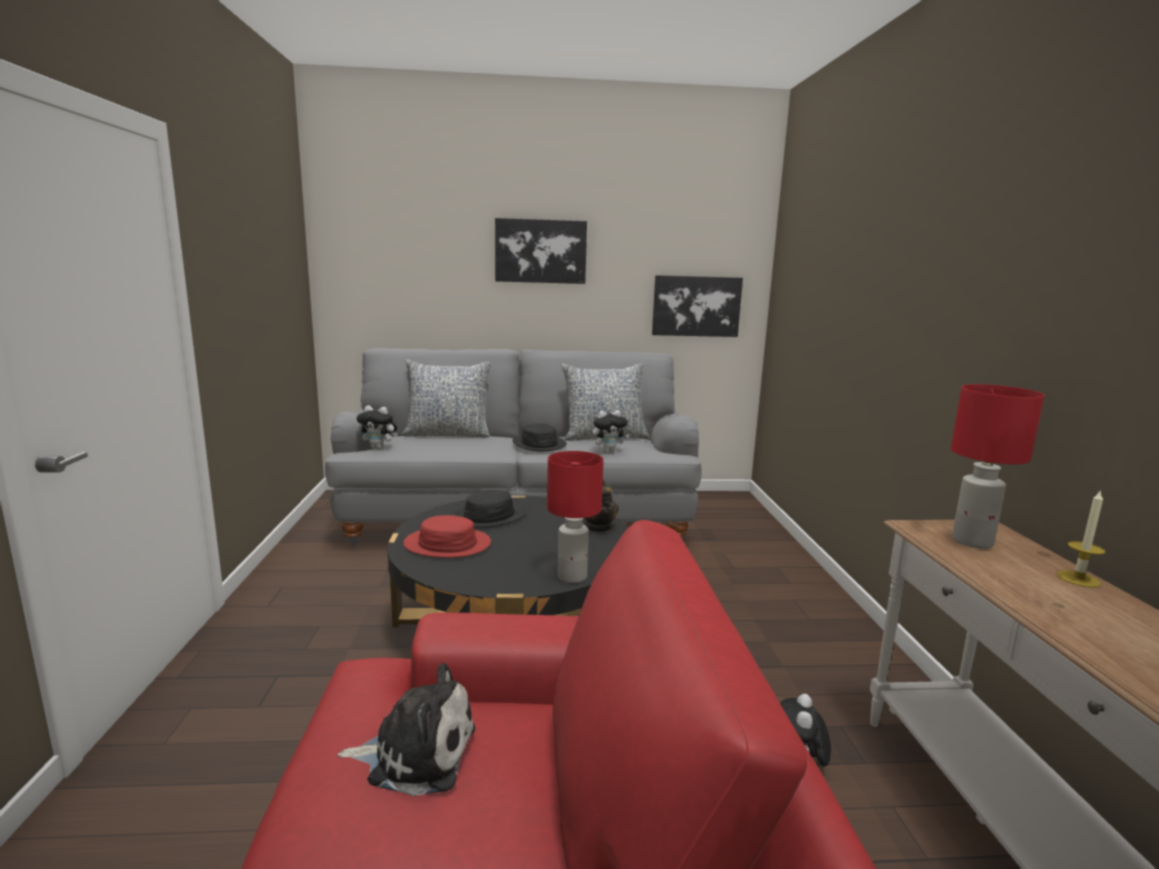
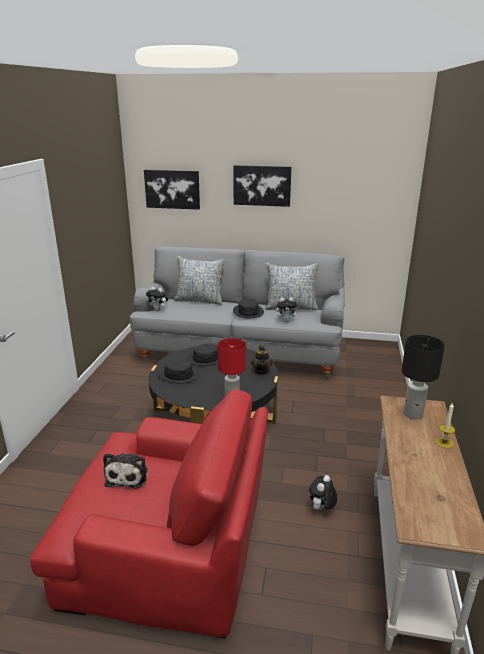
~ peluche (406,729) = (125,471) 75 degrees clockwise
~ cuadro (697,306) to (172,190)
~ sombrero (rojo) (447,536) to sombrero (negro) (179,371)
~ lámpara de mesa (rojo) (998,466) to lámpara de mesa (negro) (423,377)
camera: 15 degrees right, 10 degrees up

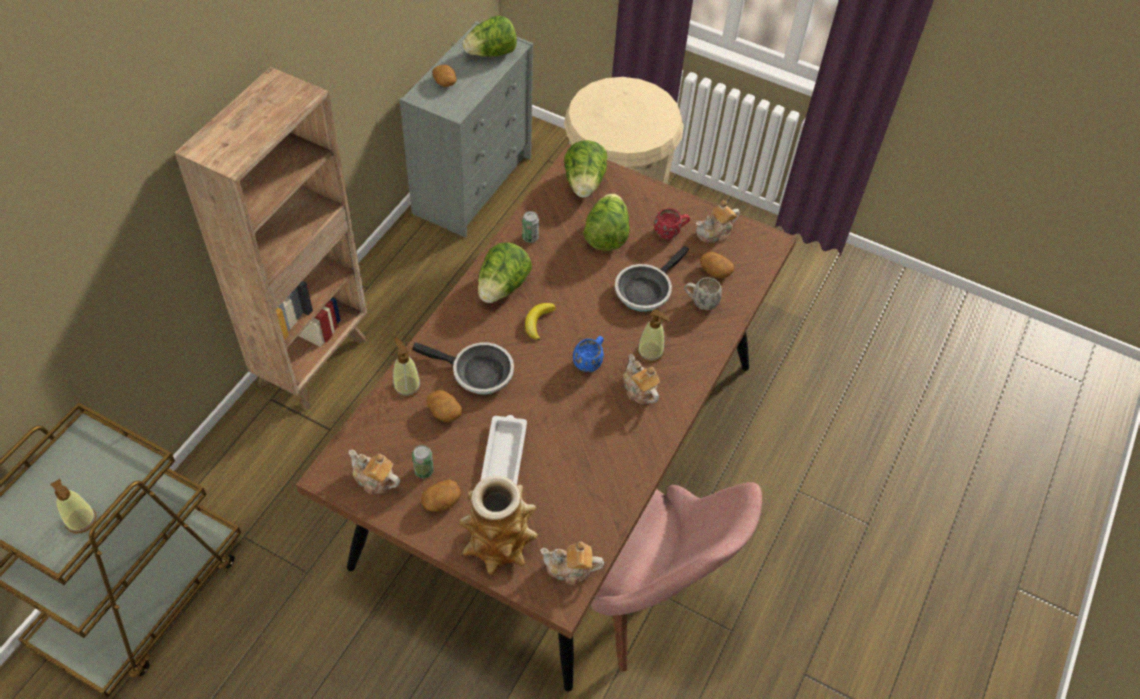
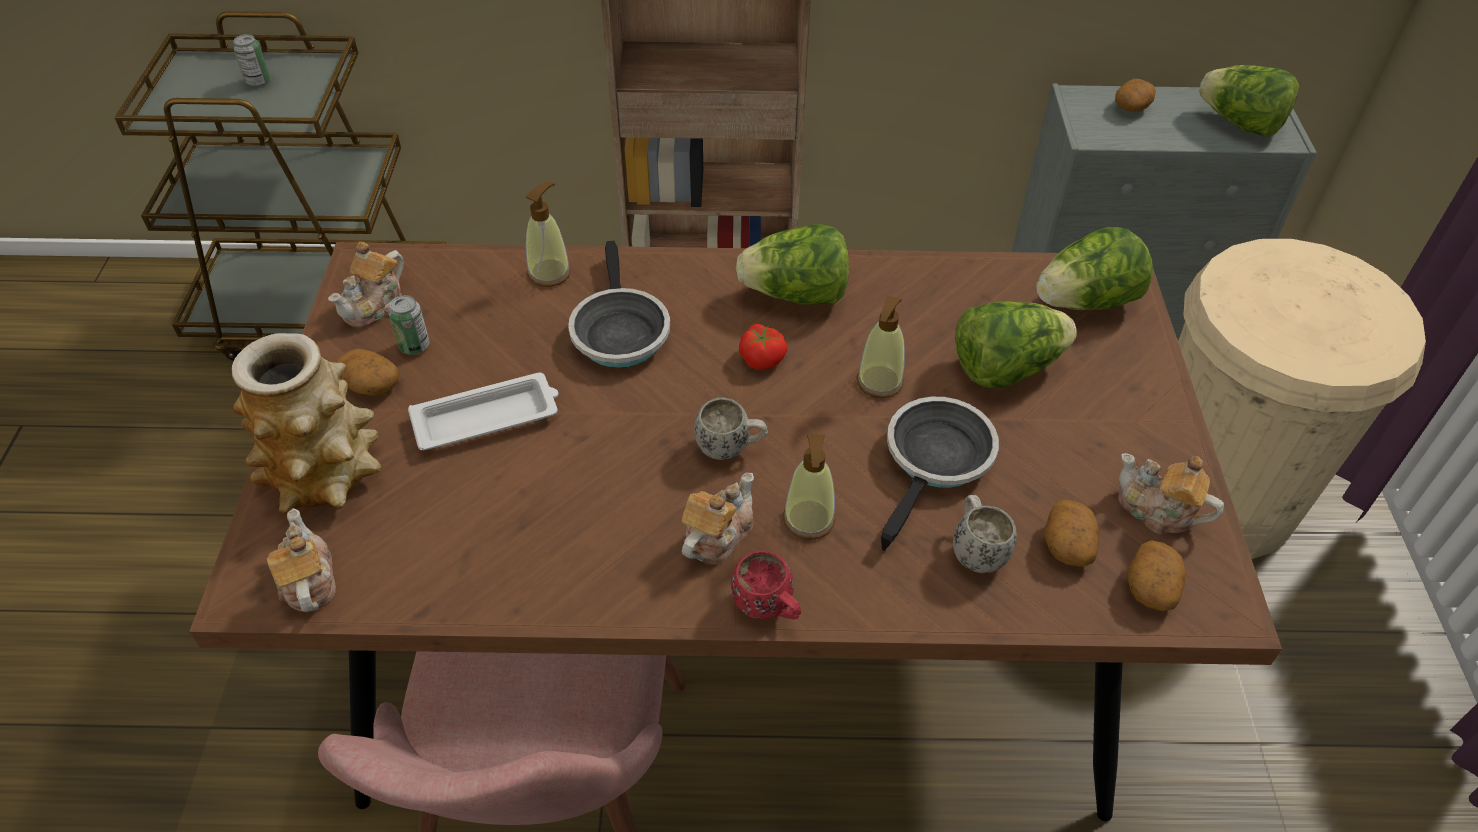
~ lata (530,227) to (251,60)
~ tetera (374,472) = (366,284) 150 degrees counterclockwise
~ taza grande (azul) (588,354) to taza grande (blanco) (731,429)
~ taza grande (rojo) (672,223) to (766,585)
~ plátano (540,322) to tomate (763,347)
~ dispensador de jabón (73,506) to (880,347)
~ sartén (652,279) = (940,474) 105 degrees clockwise
~ patata (445,406) to (1156,576)
camera: 65 degrees right, 5 degrees down

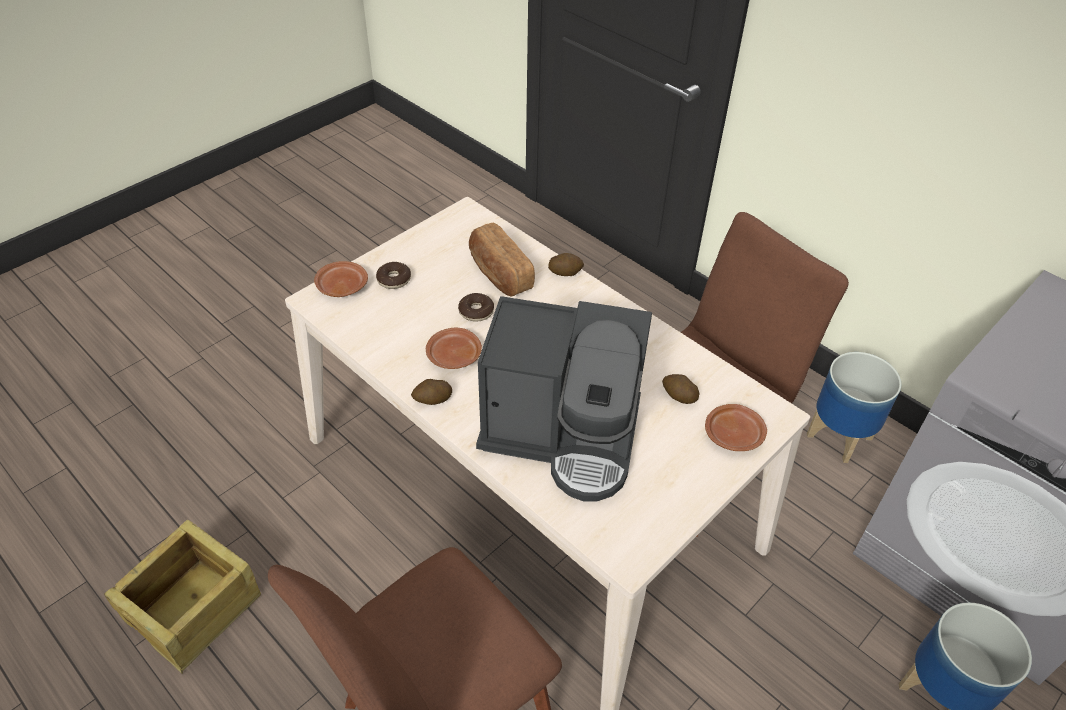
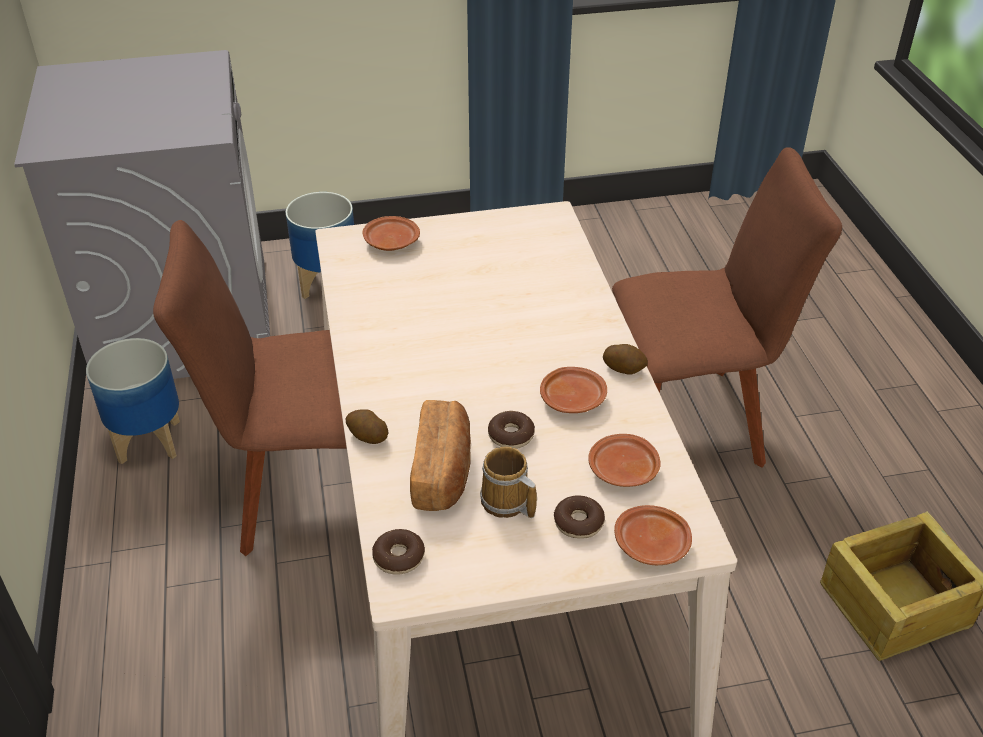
+ rosquilla (398,552)
+ taza grande (508,482)
+ plato (marrón) (625,460)
- cafetera (564,399)
- patata (681,389)
camera: 145 degrees left, 5 degrees down

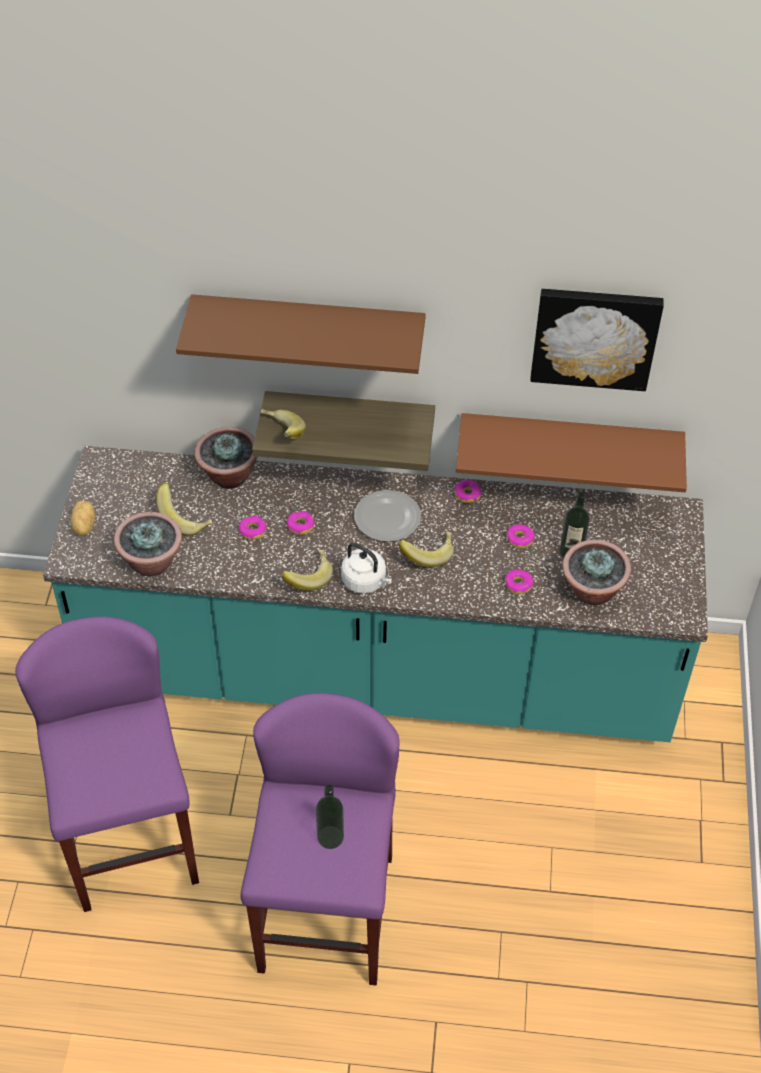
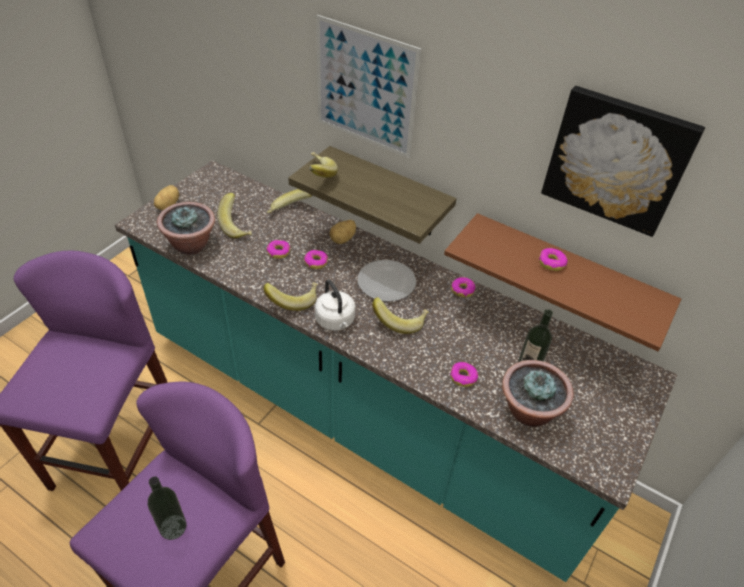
~ planta en maceta (226,458) to plátano (290,201)
~ estante (marrón) (301,334) to cuadro (368,86)
+ patata (343,232)
~ rosquilla (521,536) to (553,259)
camera: 25 degrees right, 5 degrees down

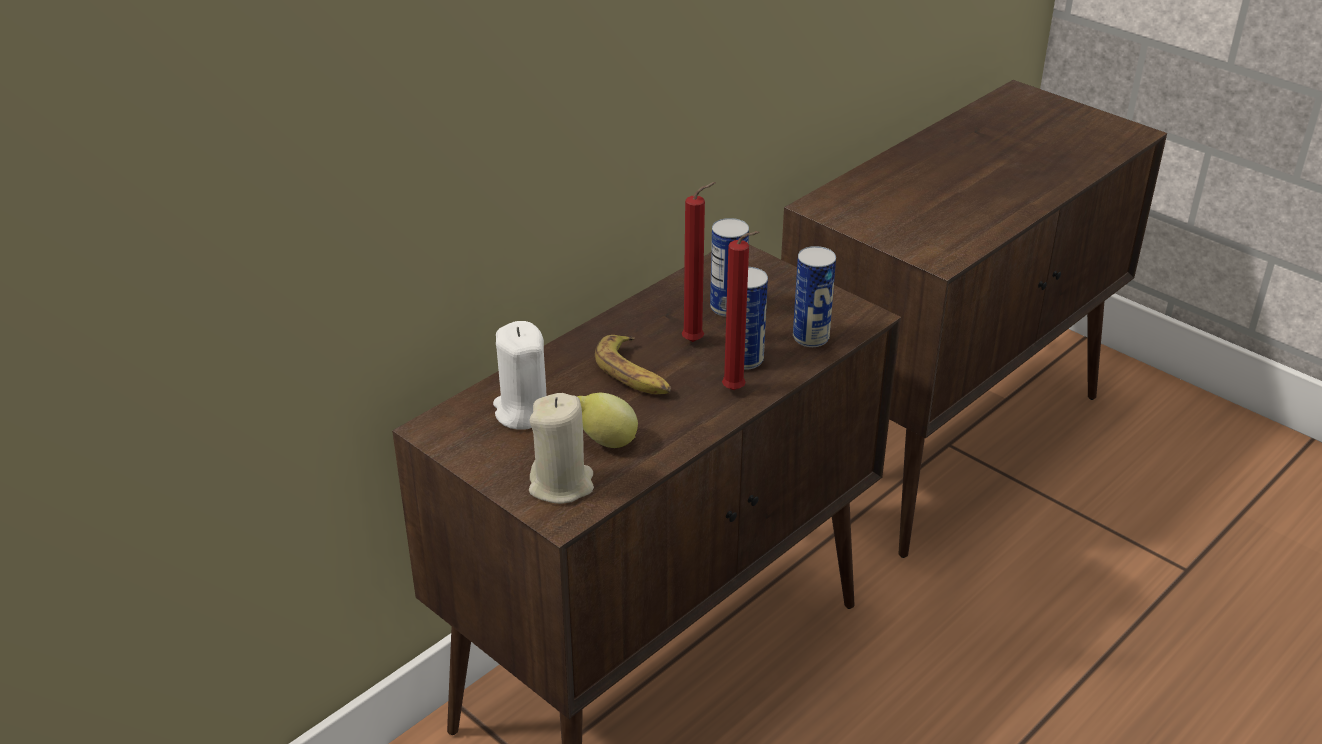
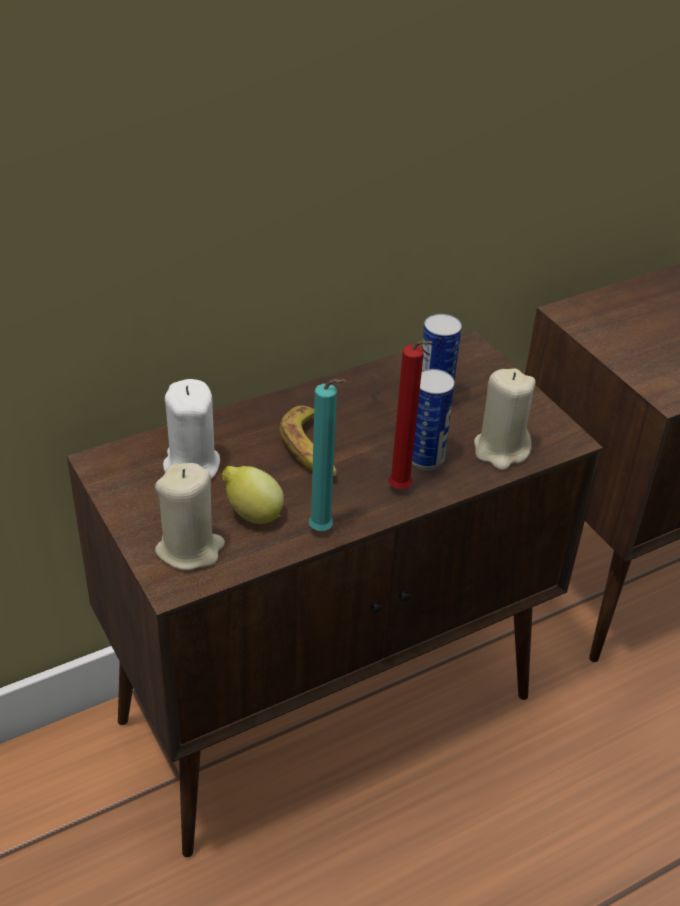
+ vela (turquesa) (327,455)
~ lata (814,296) to vela (beis) (505,419)
- vela (rojo) (699,262)
camera: 15 degrees right, 5 degrees up

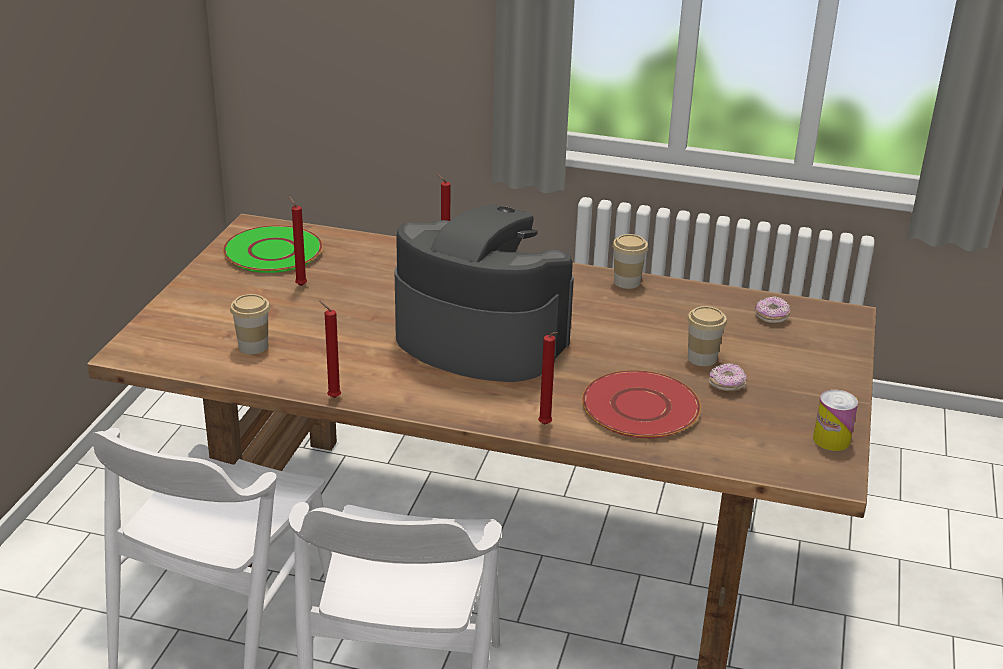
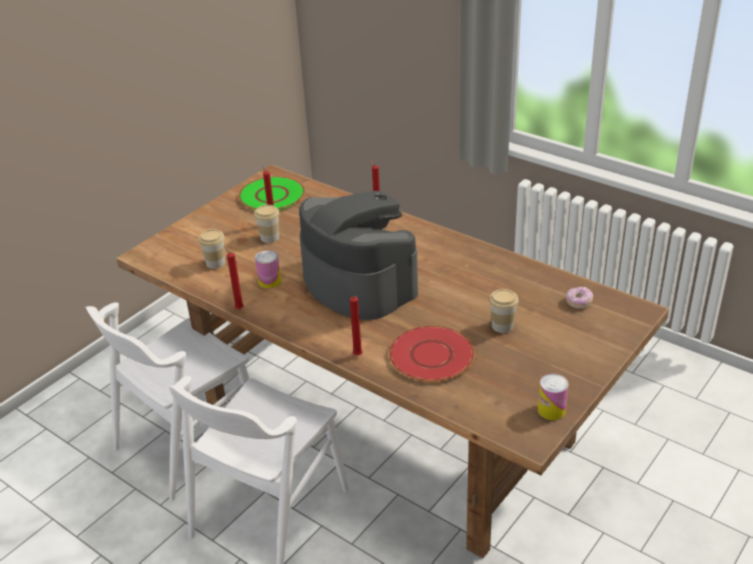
~ taza (630,261) to (266,224)
+ lata (268,269)
- rosquilla (728,377)
camera: 25 degrees right, 5 degrees up

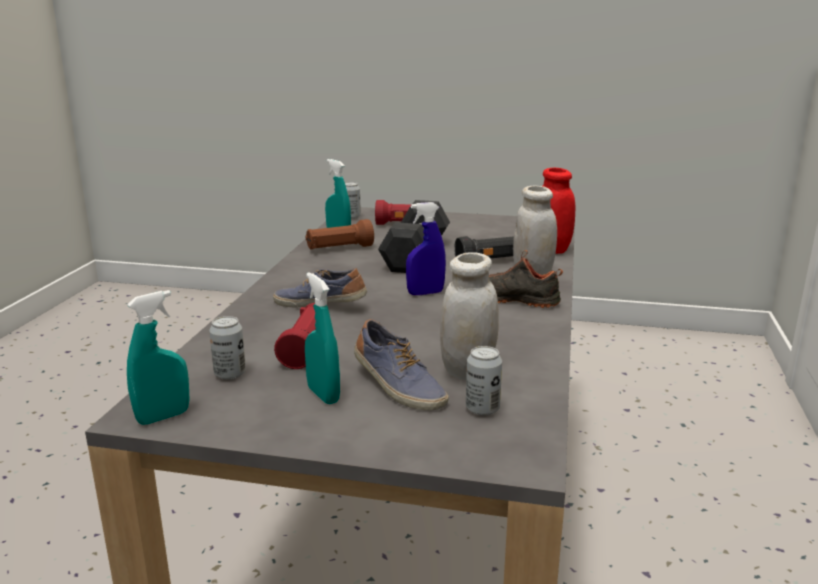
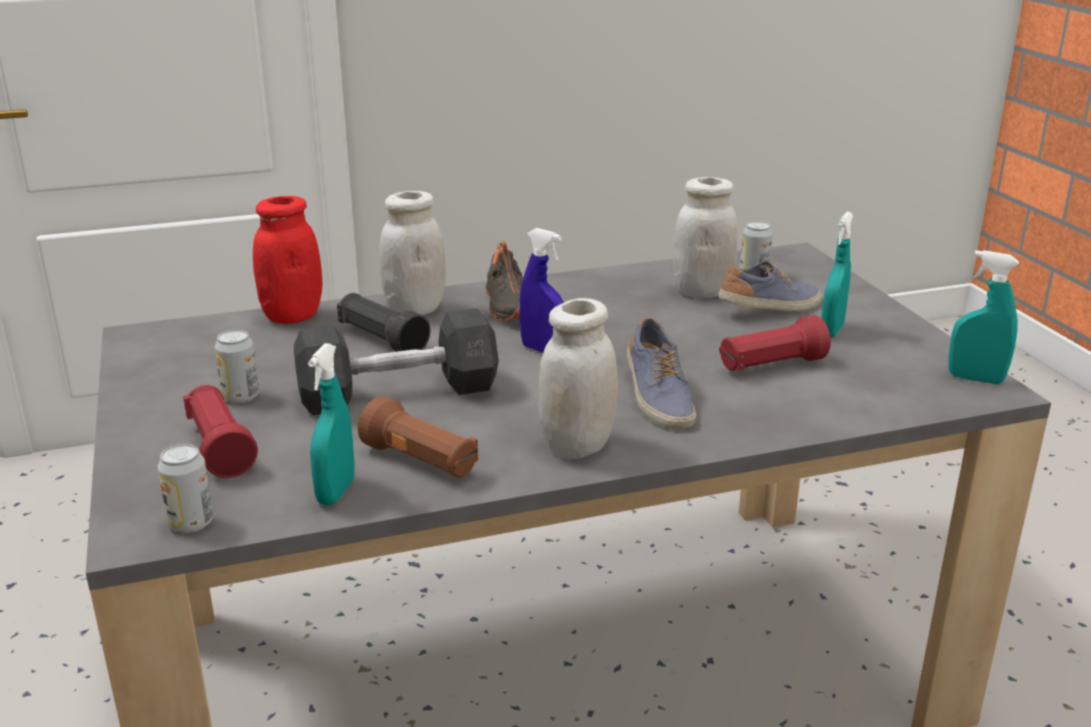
~ lata (227,348) to (237,367)
+ tarro (blanco) (578,378)
~ zapato (401,365) = (770,286) 45 degrees clockwise
camera: 120 degrees left, 5 degrees up

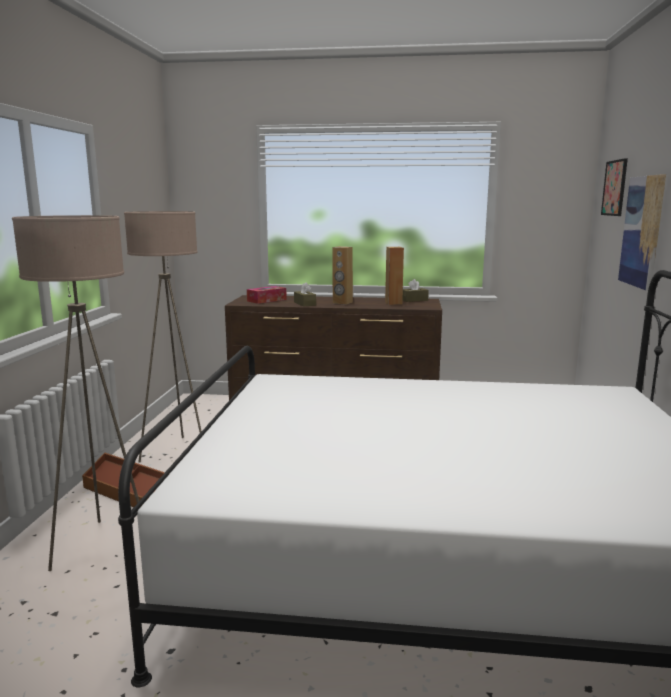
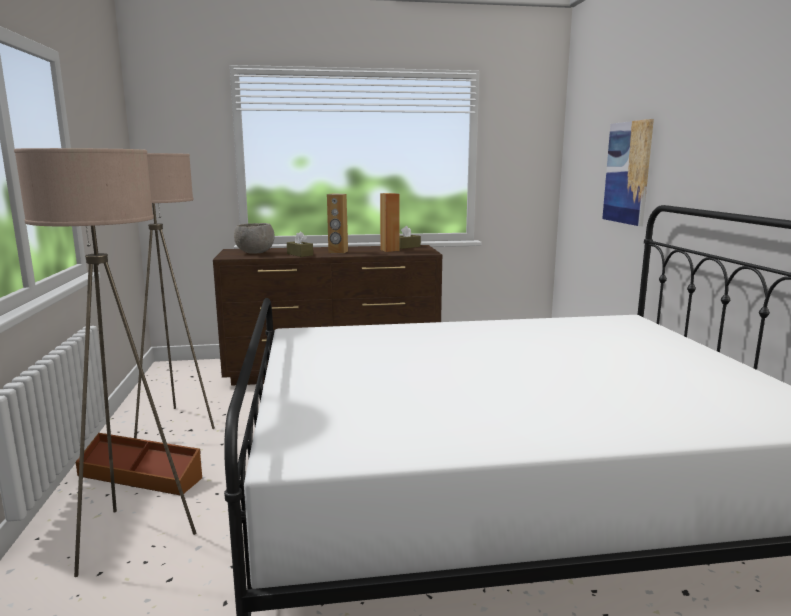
~ caja de pañuelos (267,295) to cuenco (gris) (254,238)
- cuadro (614,187)
camera: 15 degrees left, 0 degrees up

